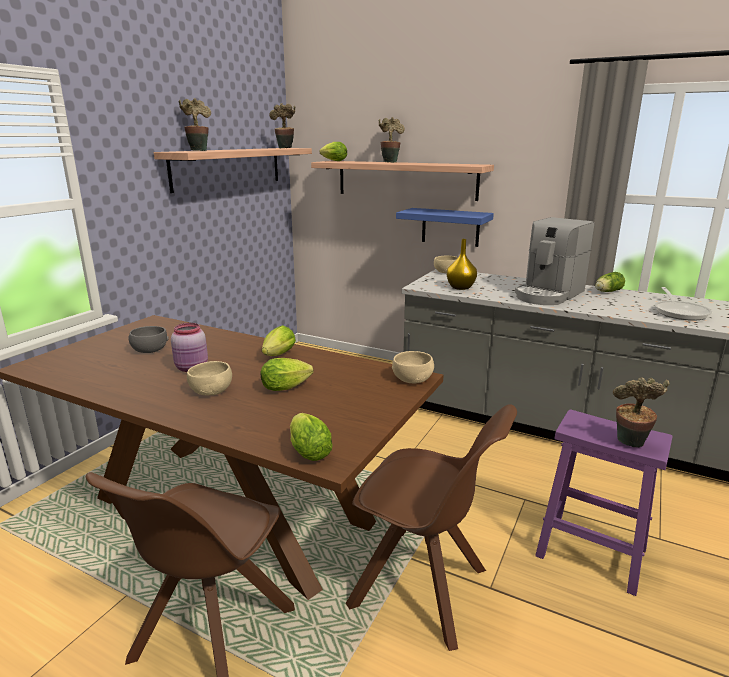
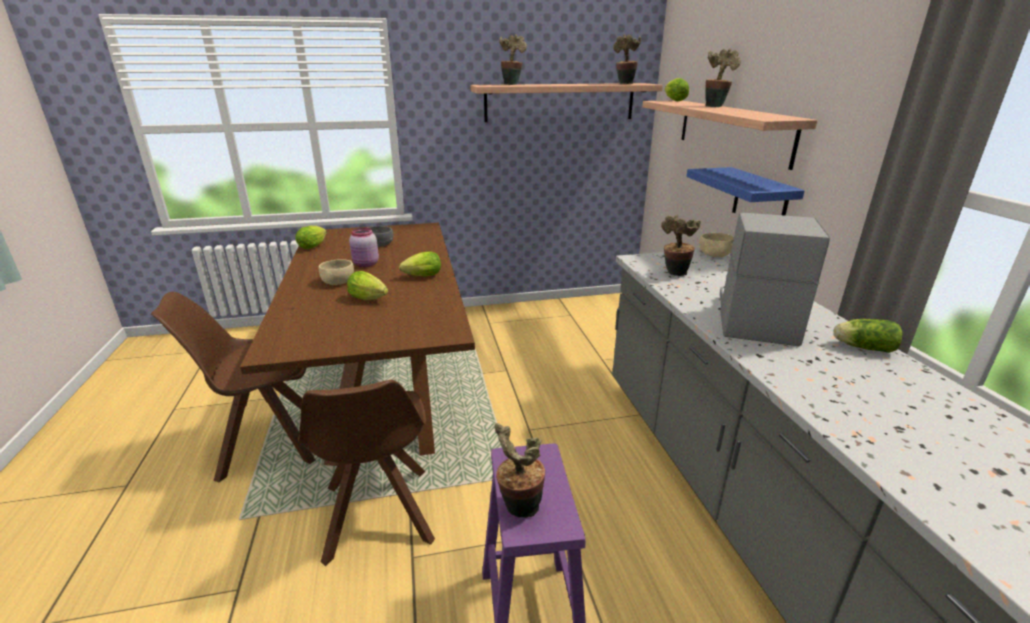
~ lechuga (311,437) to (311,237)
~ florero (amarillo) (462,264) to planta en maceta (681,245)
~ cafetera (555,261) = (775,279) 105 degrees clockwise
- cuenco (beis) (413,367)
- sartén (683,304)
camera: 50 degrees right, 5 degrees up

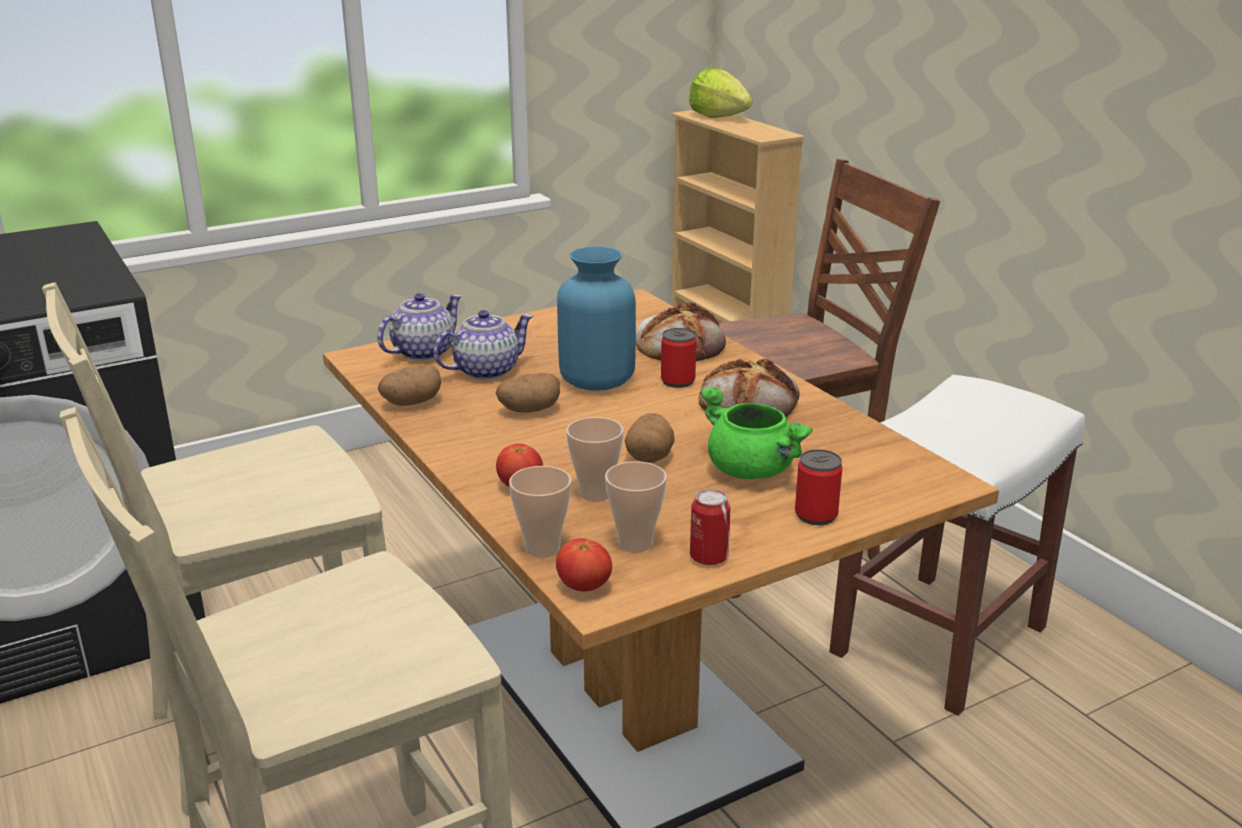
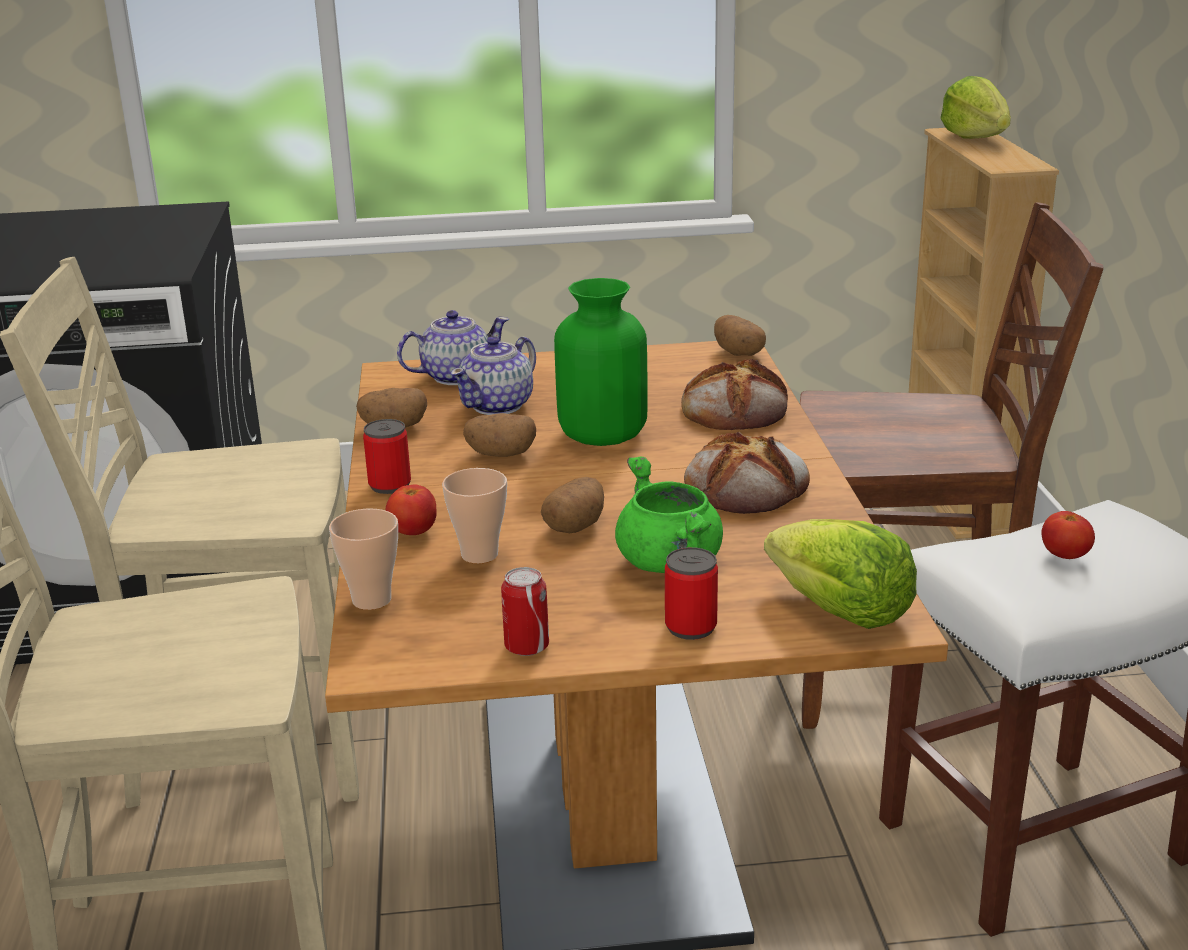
~ lata (679,358) to (387,456)
~ tetera (483,345) = (493,375) 135 degrees clockwise
~ florero (azul) (596,318) to florero (verde) (601,362)
+ patata (740,335)
+ lechuga (840,574)
~ tomate (584,565) to (1068,535)
- taza (636,507)
camera: 25 degrees right, 0 degrees up

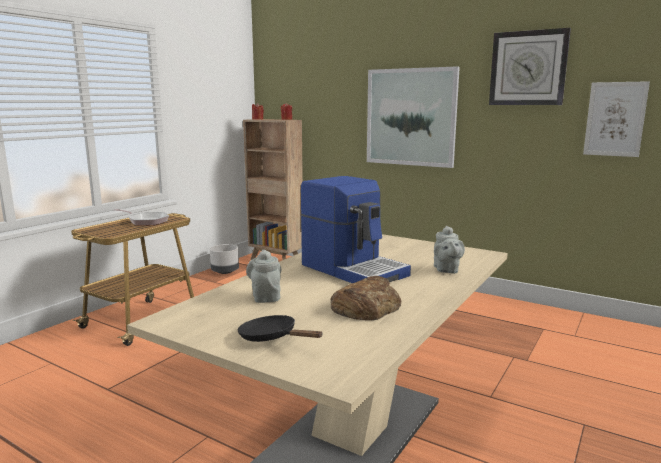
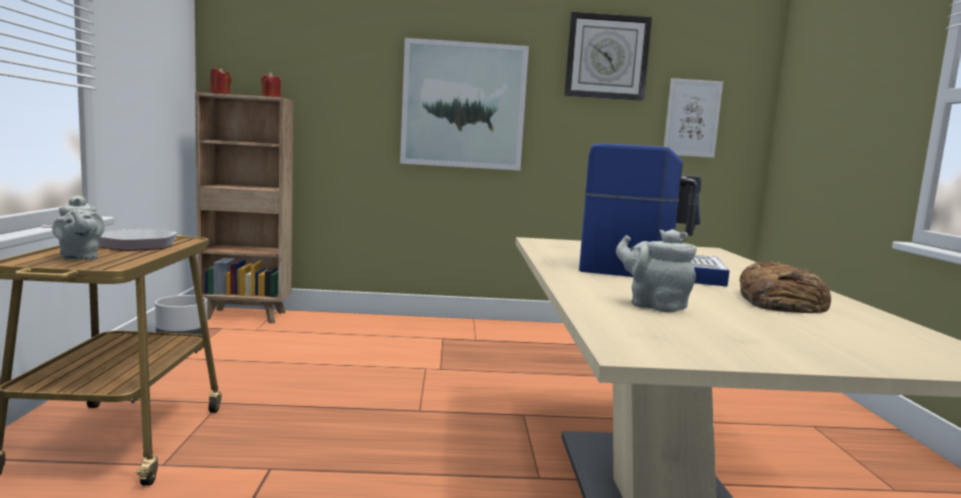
~ tetera (gris) (449,250) to (78,227)
- sartén (negro) (280,328)
camera: 35 degrees left, 5 degrees down

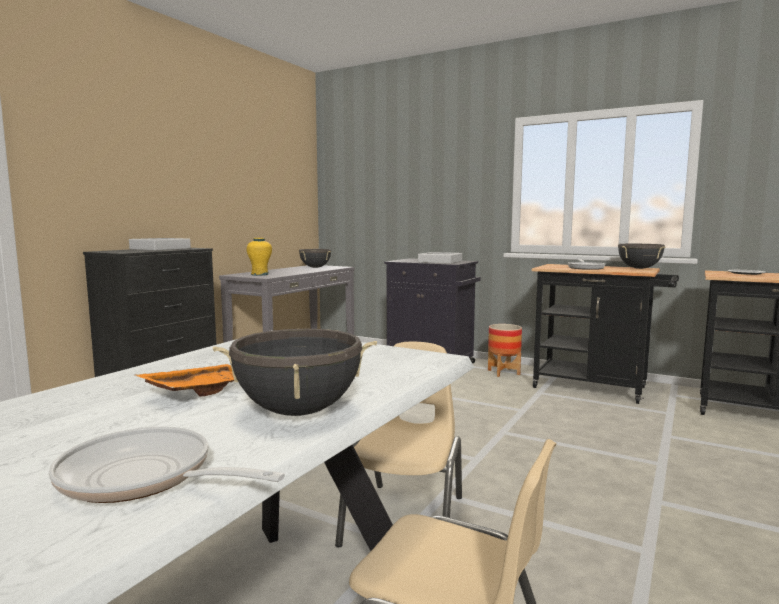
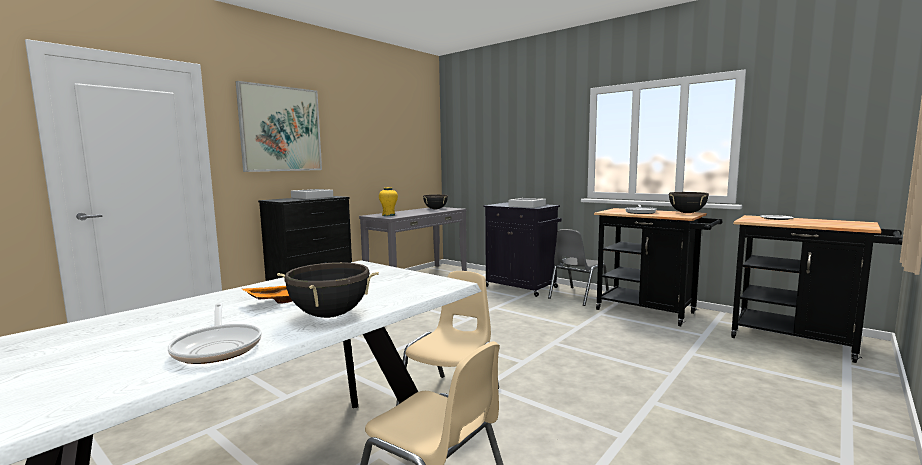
~ sartén (167,465) = (215,333) 150 degrees counterclockwise
+ cuadro (278,126)
~ maceta (505,350) to silla (gris) (578,267)
camera: 10 degrees right, 0 degrees up

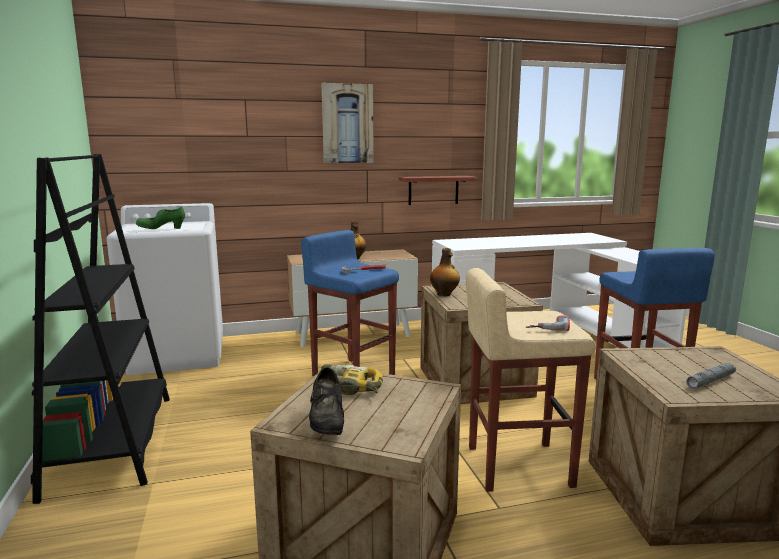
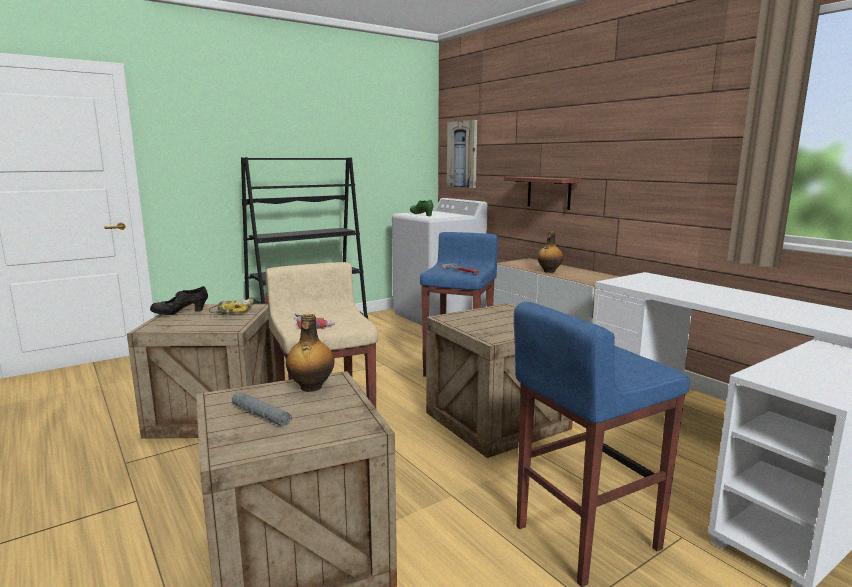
~ botella (445,272) to (310,353)
~ cuadro (347,123) to (462,154)
~ estante (438,190) to (542,193)
camera: 70 degrees right, 0 degrees up

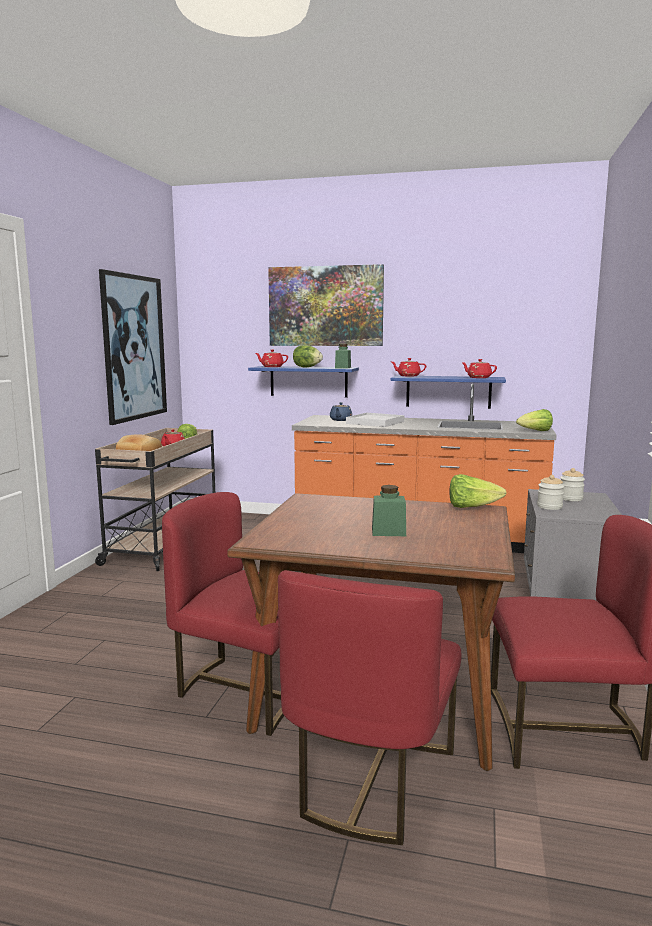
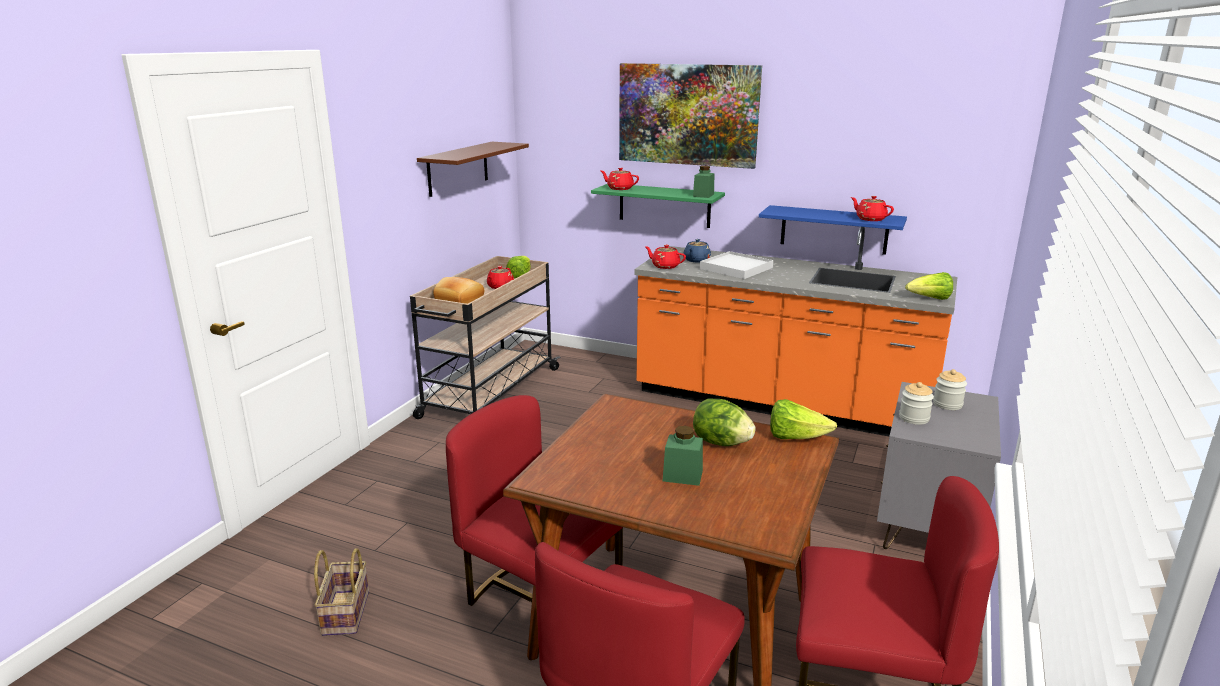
+ cesta (341,592)
~ cuadro (133,347) to estante (marrón) (473,169)
~ estante (azul) (303,382) to estante (verde) (658,206)
~ tetera (rojo) (408,367) to (665,257)
~ lechuga (308,356) to (724,422)
camera: 10 degrees right, 10 degrees up

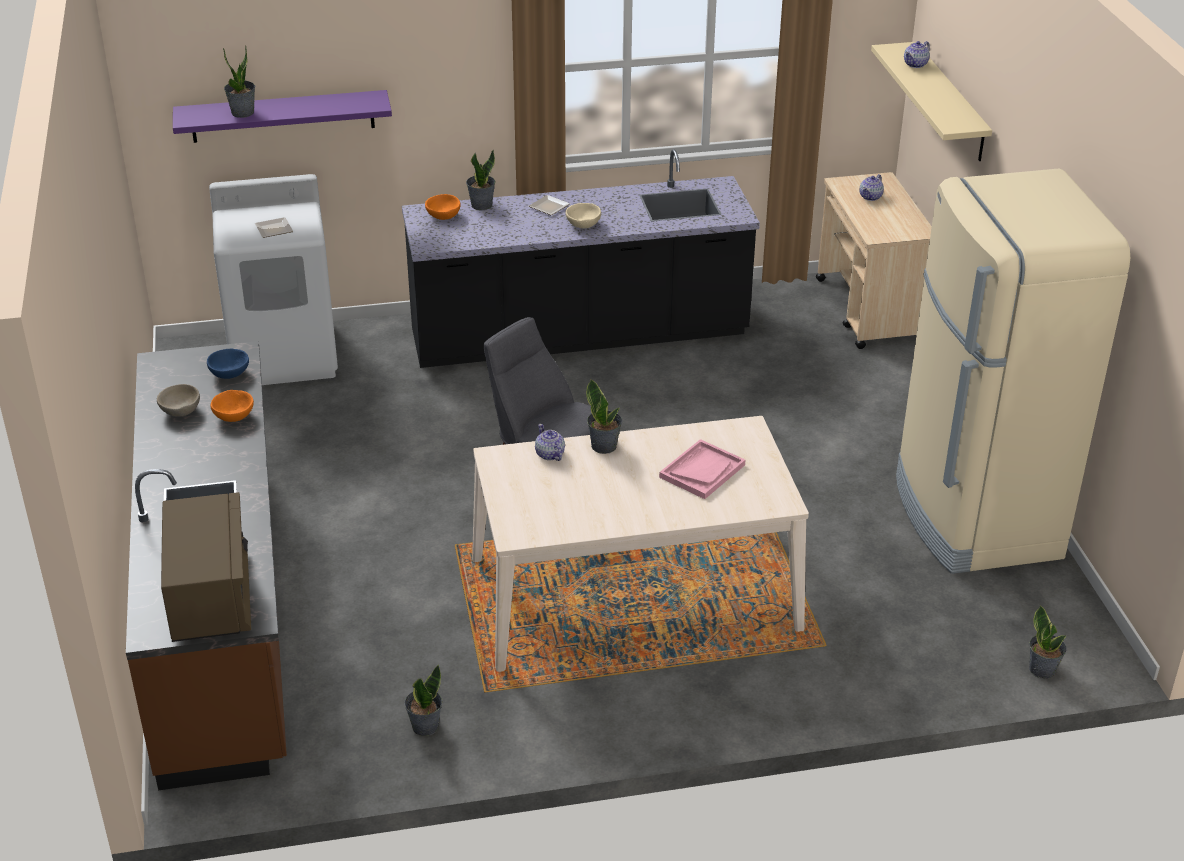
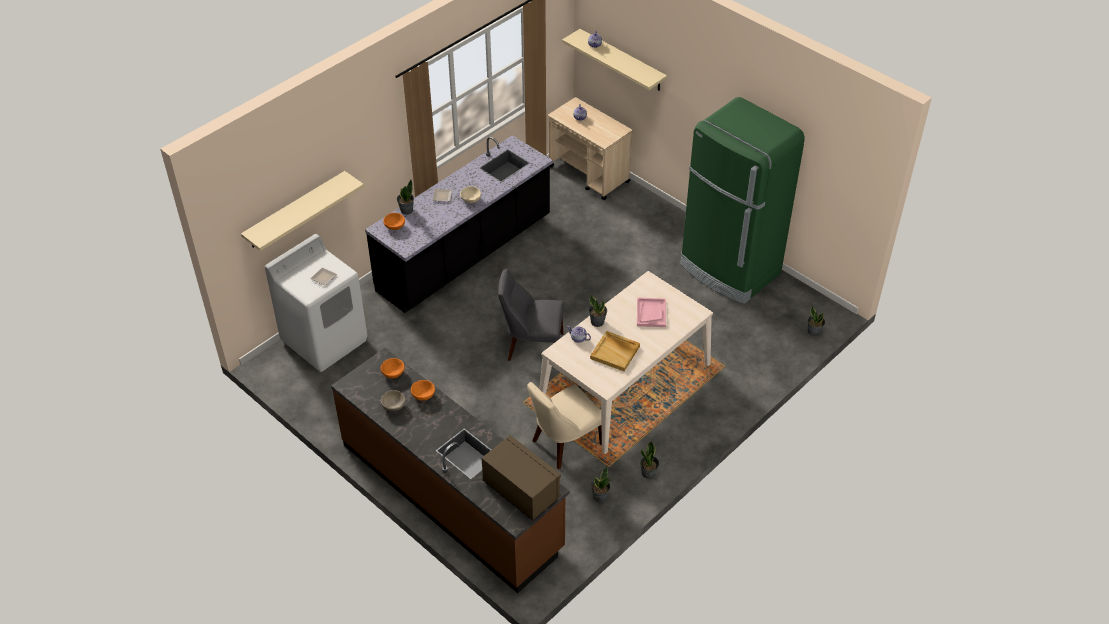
~ estante (morado) (282,116) to estante (beis) (302,211)
~ cuenco (azul) (228,364) to cuenco (naranja) (392,368)
+ silla (beis) (564,425)
+ bandeja (beis) (615,351)
~ planta en maceta (239,81) to (649,460)
~ nevera (beis) (1013,371) to nevera (verde) (742,200)
camera: 35 degrees left, 10 degrees up

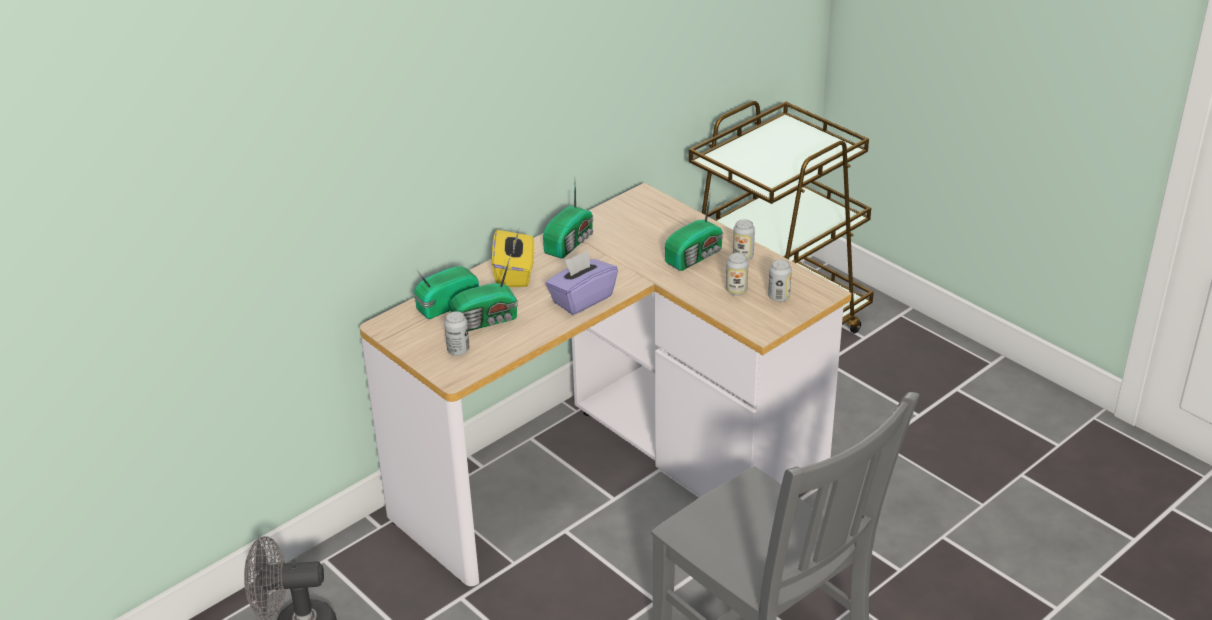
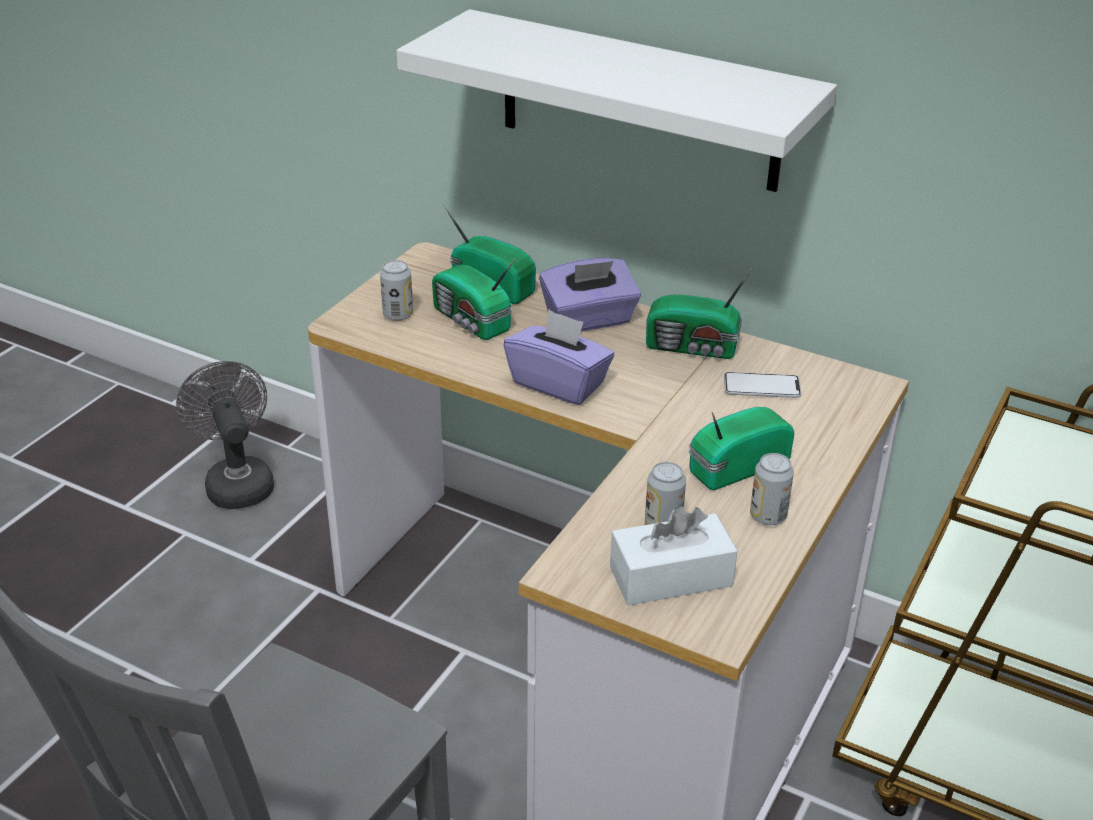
+ estante (blanco) (617,100)
~ caja de pañuelos (amarillo) (512,258) to caja de pañuelos (morado) (590,295)
~ lata (780,280) to caja de pañuelos (blanco) (674,556)
~ radio (694,230) = (741,448) 120 degrees clockwise
+ móvil (762,385)
camera: 70 degrees right, 0 degrees up

